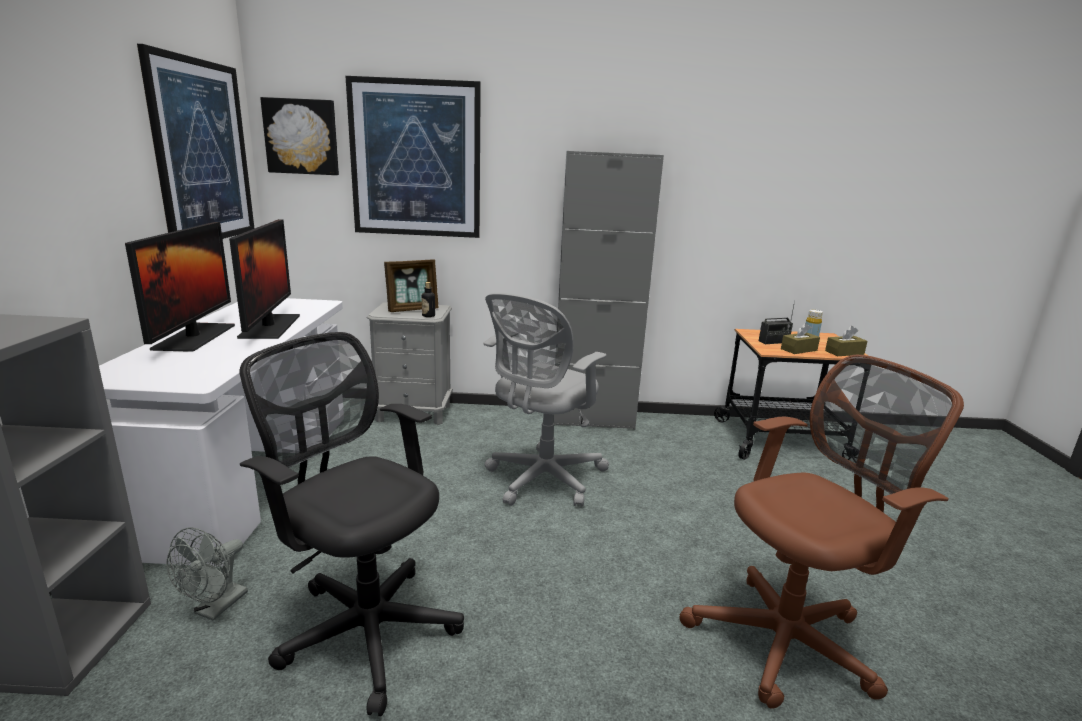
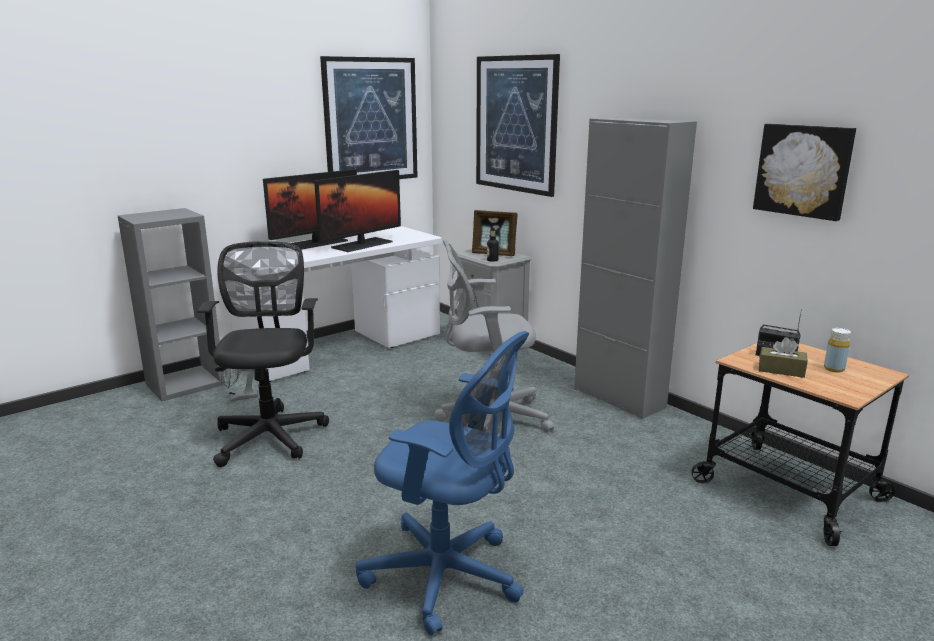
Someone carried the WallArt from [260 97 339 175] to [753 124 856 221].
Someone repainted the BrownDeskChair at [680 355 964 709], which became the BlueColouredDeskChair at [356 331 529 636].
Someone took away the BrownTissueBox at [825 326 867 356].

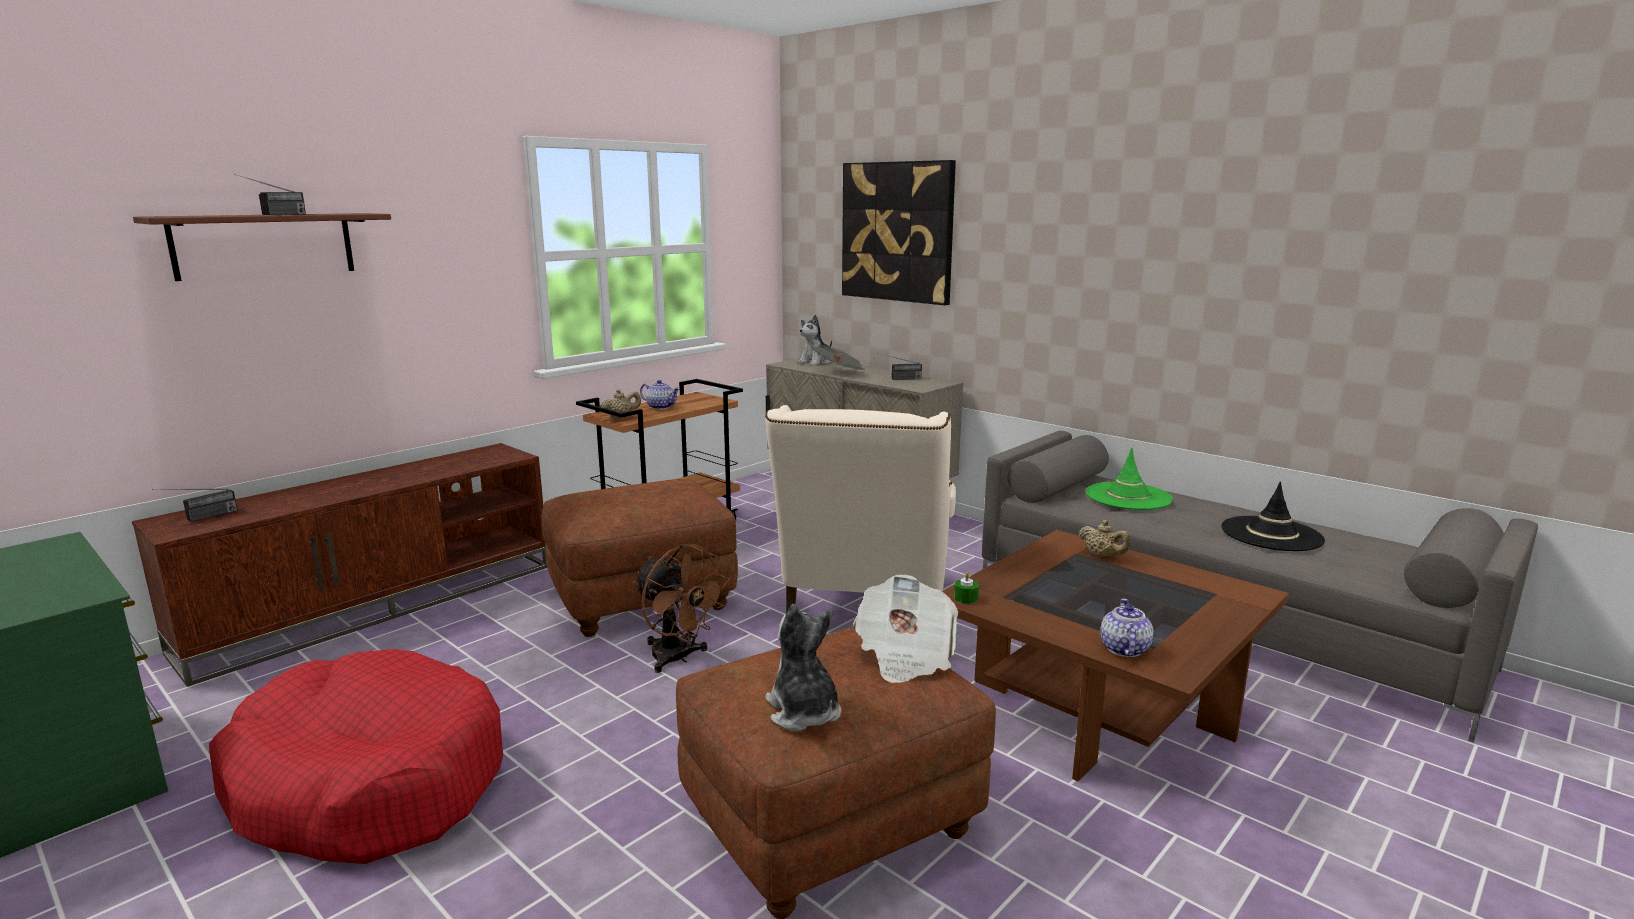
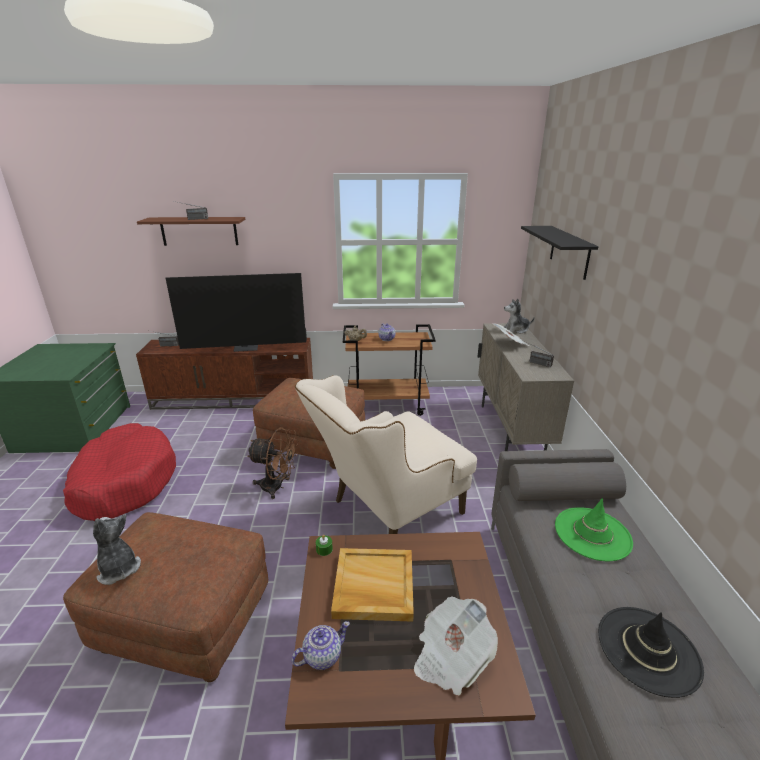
Someone rotated the BrownFan at [633 544 730 673] by 75 degrees counterclockwise.
Someone rotated the SoftToy at [765 604 842 731] by 60 degrees counterclockwise.
Someone swapped the WallArt at [842 160 956 305] for the BlackWallShelf at [521 226 598 280].
Someone carried the PrintedPaper from [853 575 958 683] to [414 597 498 696].
Someone took away the SandColouredTeaPot at [1078 520 1130 558].
Someone put down the Tv at [166 273 307 352].
Someone put down the SandColouredServingTray at [331 548 414 622].

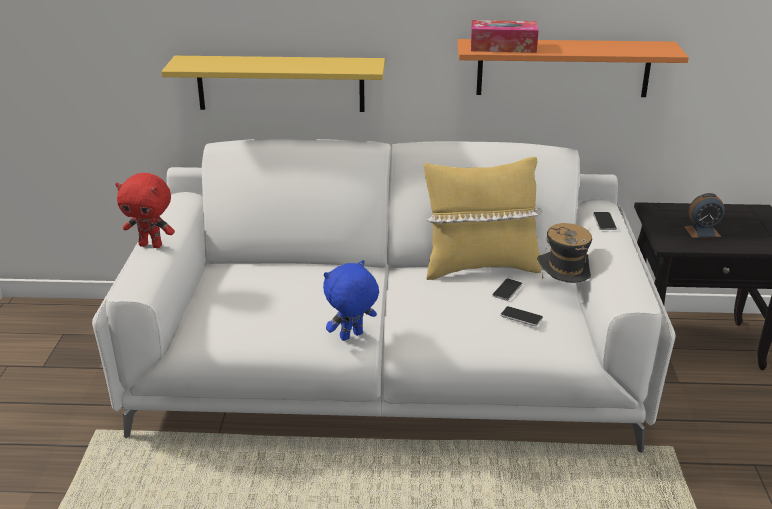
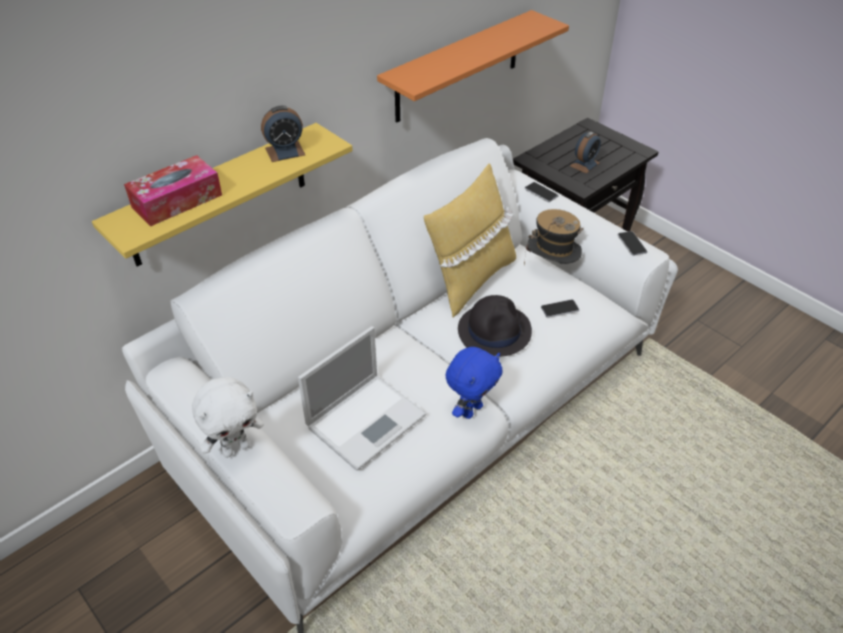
Someone repainted the RedColouredSoftToy at [115 173 175 248], which became the WhiteColouredSoftToy at [192 377 264 458].
Someone rotated the BlueColouredSoftToy at [323 260 379 341] by 150 degrees counterclockwise.
Someone carried the TissueBox from [471 20 539 53] to [124 155 222 226].
Someone carried the Phone from [492 279 523 301] to [618 231 647 256].
Someone put down the BedsideClock at [261 106 305 162].
Someone put down the NotebookComputer at [298 326 426 471].
Someone put down the BlackHat at [458 295 532 357].

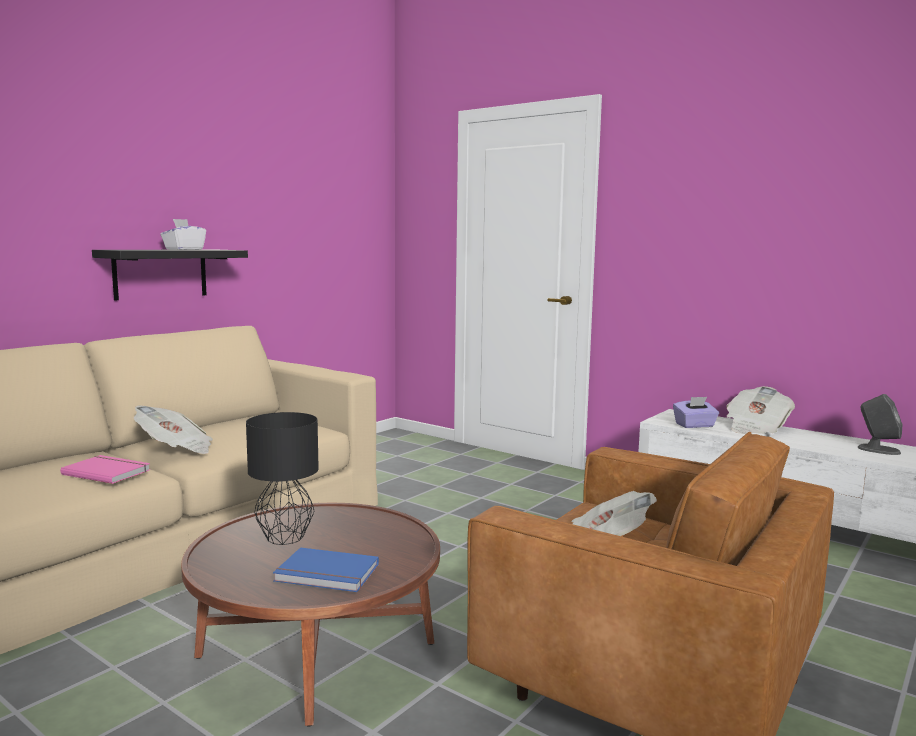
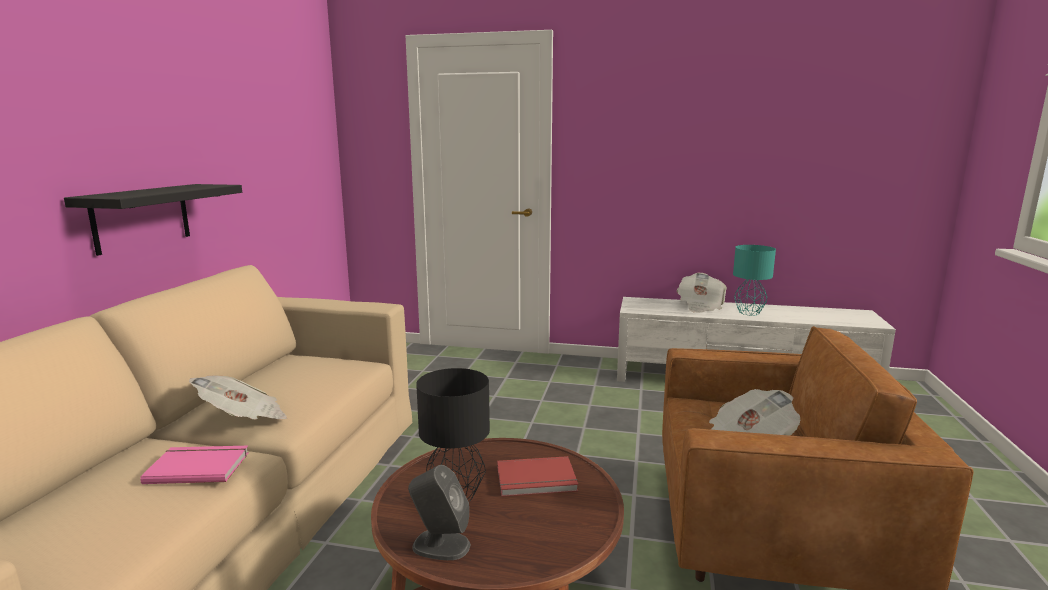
Someone took away the WhiteColouredTissueBox at [160 219 206 250].
Someone took away the BlueColouredVolume at [273 547 379 592].
Someone took away the PurplishTissueBox at [673 397 719 428].
Someone carried the GreyLoudspeaker from [858 394 902 455] to [408 465 470 560].
Someone put down the RedColouredVolume at [497 456 578 497].
Someone put down the TurquoiseColouredLampForATable at [733 245 776 316].

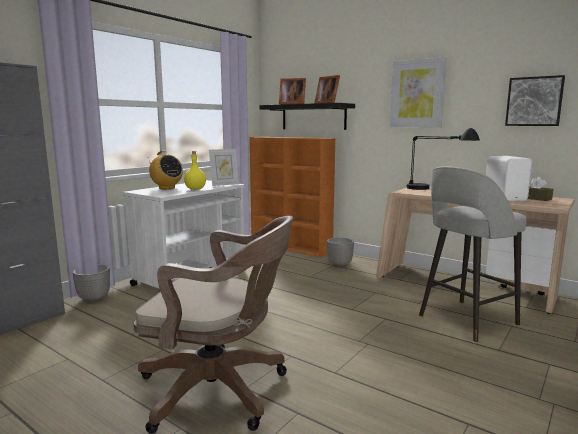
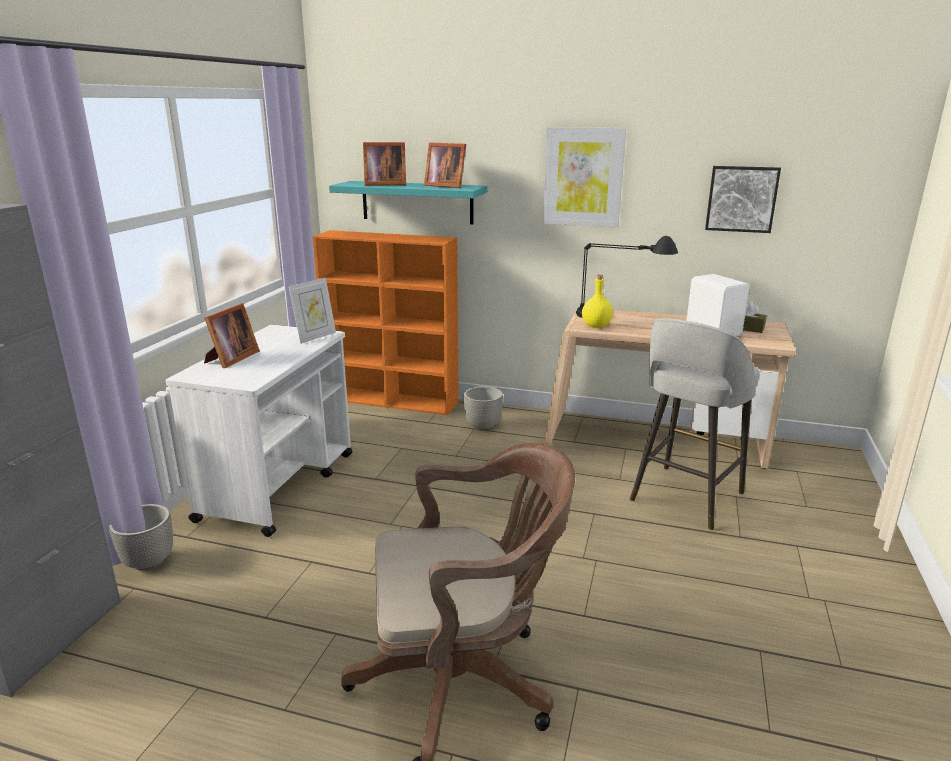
Someone swapped the Radio at [149 151 183 189] for the PictureFrame at [204 303 260 368].
Someone carried the YellowishBottle from [184 151 206 190] to [582 274 613 328].
Someone repainted the BlackWallShelf at [259 103 355 130], which became the TurquoiseColouredWallShelf at [329 181 487 224].

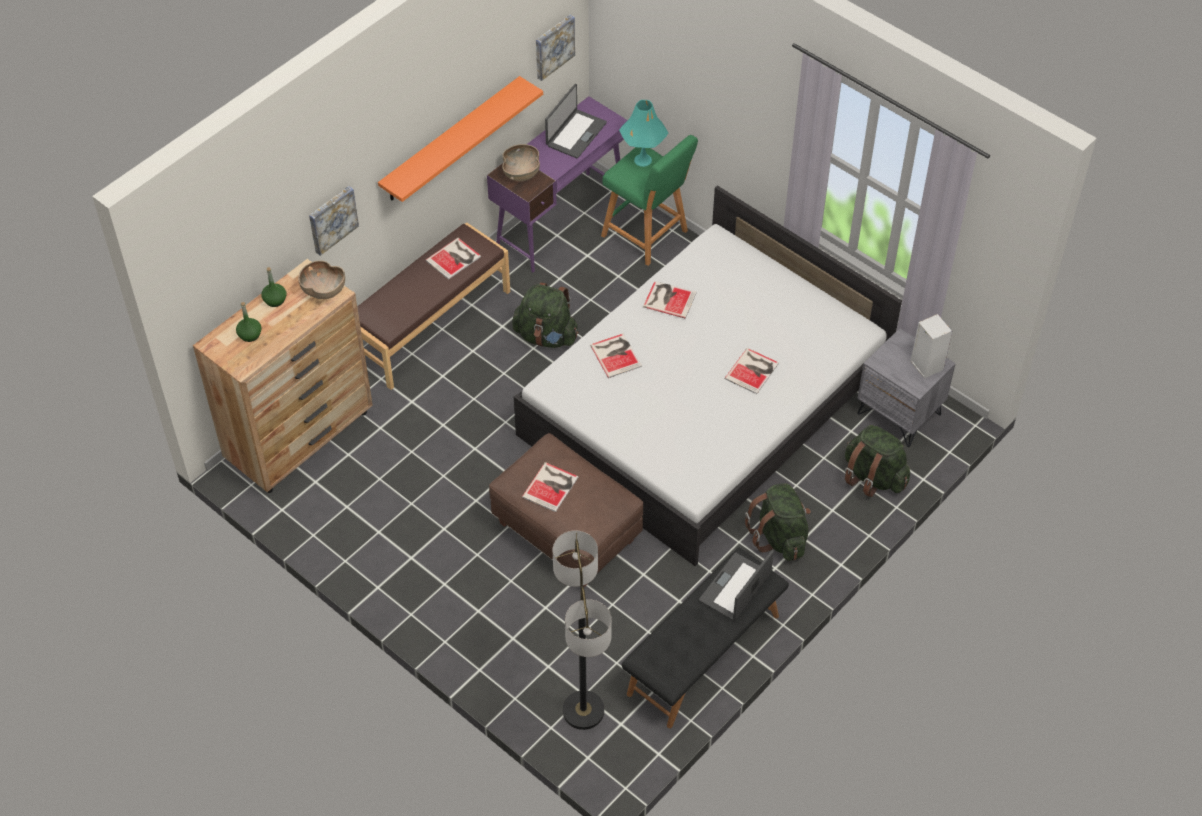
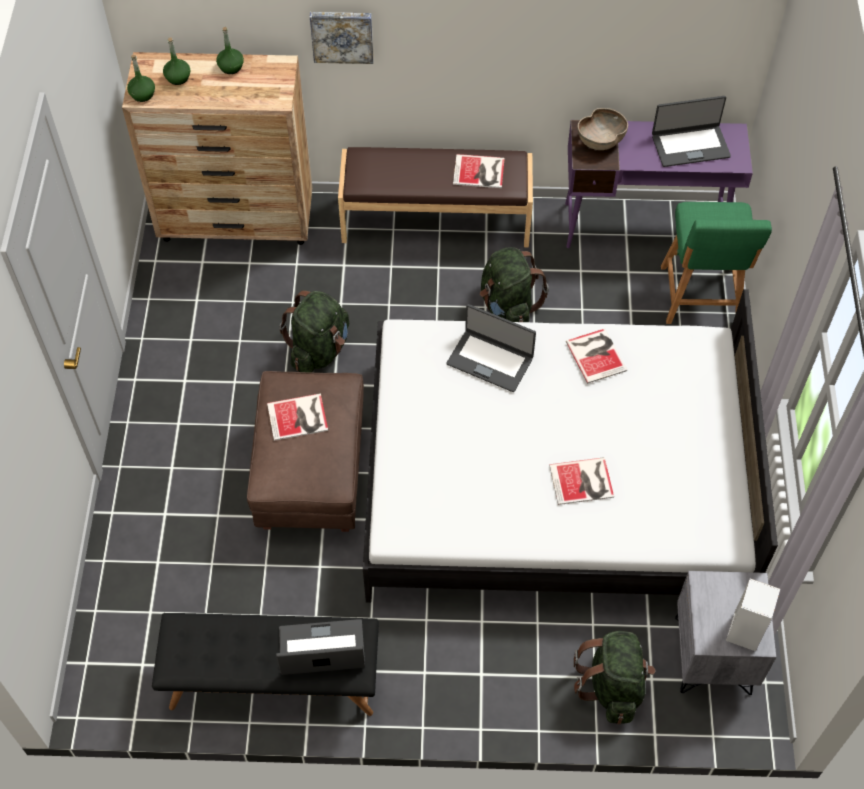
Someone took away the BrownServingBowl at [298 260 345 299].
Someone took away the OrangeyWallShelf at [378 76 543 202].
Someone took away the WallArt at [536 15 575 81].
Someone took away the FloorLamp at [553 531 612 730].
Someone swapped the Volume at [590 333 642 378] for the NotebookComputer at [446 304 536 392].
Someone took away the TurquoiseColouredLampForATable at [619 100 668 167].
Someone carried the GreenColouredBackpack from [745 483 811 561] to [279 290 349 373].
Someone put down the GreenColouredBottle at [127 55 155 102].

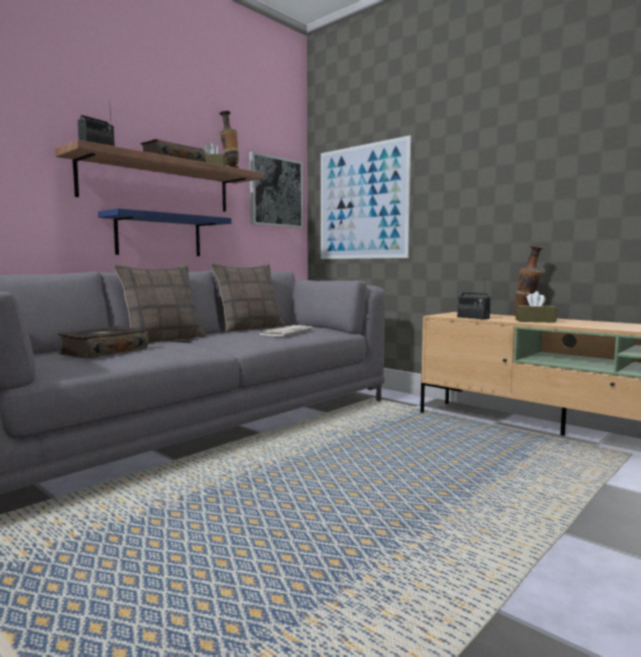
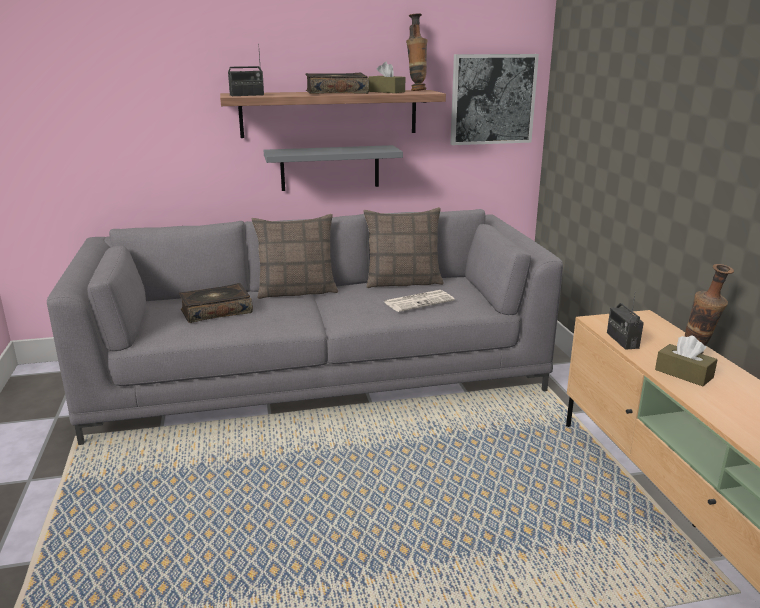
Someone repainted the BlueColouredWallShelf at [98 208 232 256], which became the GreyWallShelf at [264 145 403 191].
Someone took away the WallArt at [321 135 411 259].

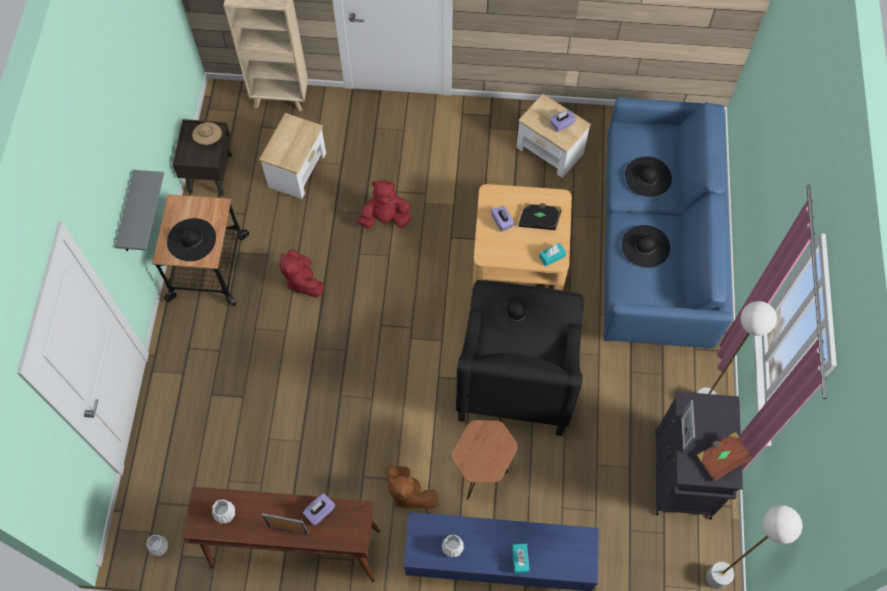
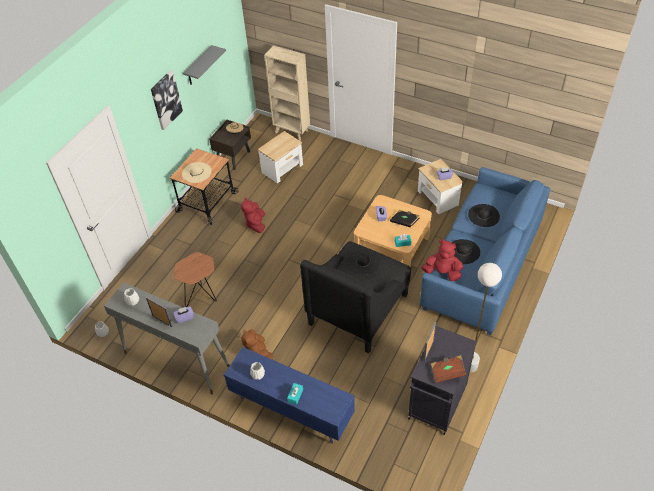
Someone carried the GreyWallShelf from [115 170 164 251] to [183 45 226 85].
Someone repainted the BlackHat at [167 218 216 261], which became the SandColouredHat at [182 162 212 183].
Someone repainted the BrownHallTable at [183 486 380 582], which became the GreyHallTable at [104 283 230 394].
Someone carried the RedColouredSoftToy from [357 180 412 228] to [421 239 463 281].
Someone carried the BrownSideTable from [452 420 517 500] to [174 252 217 307].
Someone took away the WhiteColouredFloorLamp at [706 505 803 589].
Someone put up the WallArt at [151 70 183 130].

